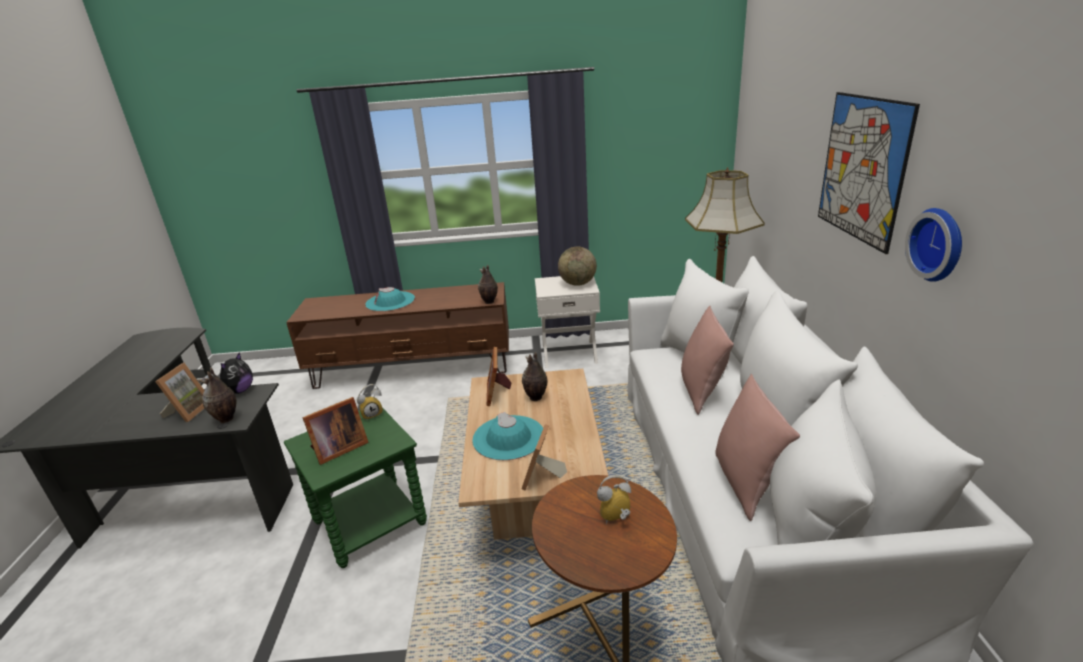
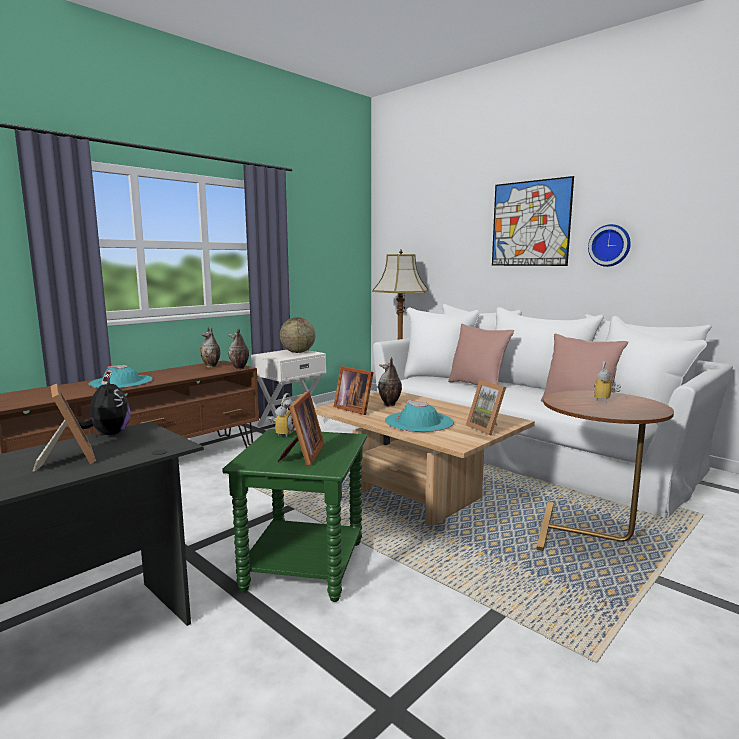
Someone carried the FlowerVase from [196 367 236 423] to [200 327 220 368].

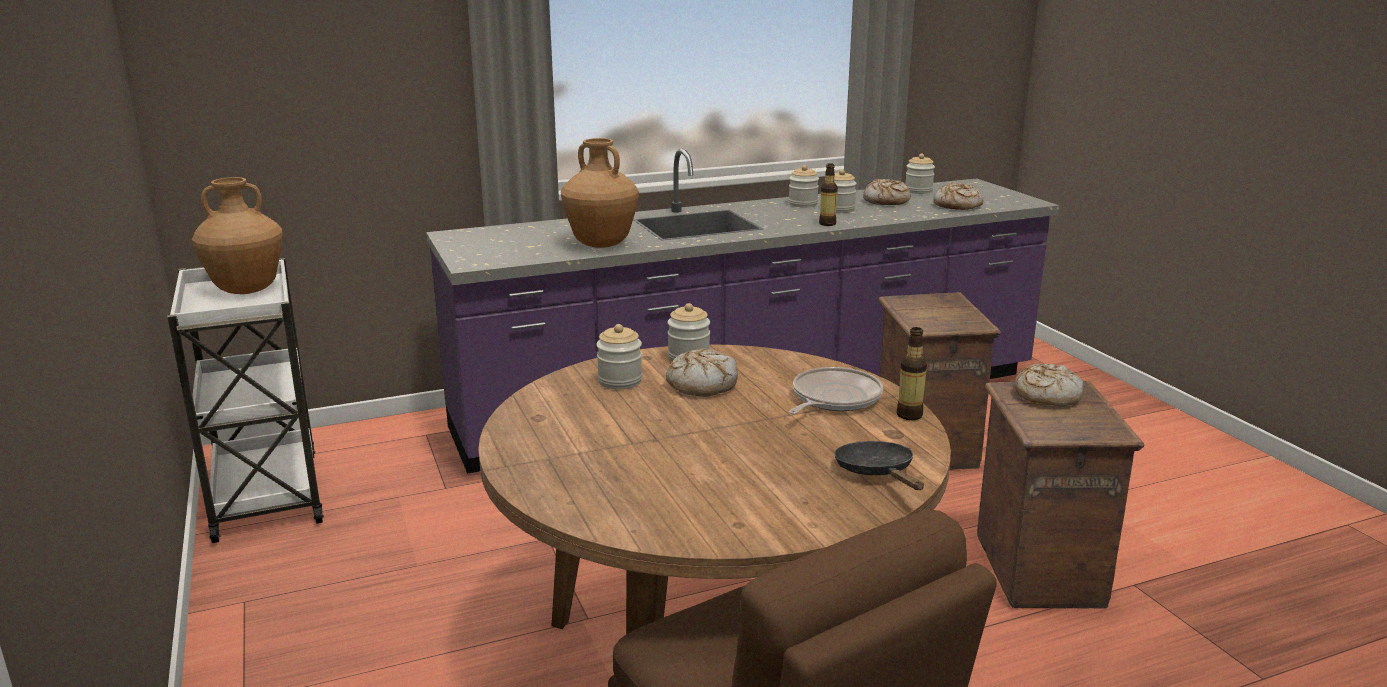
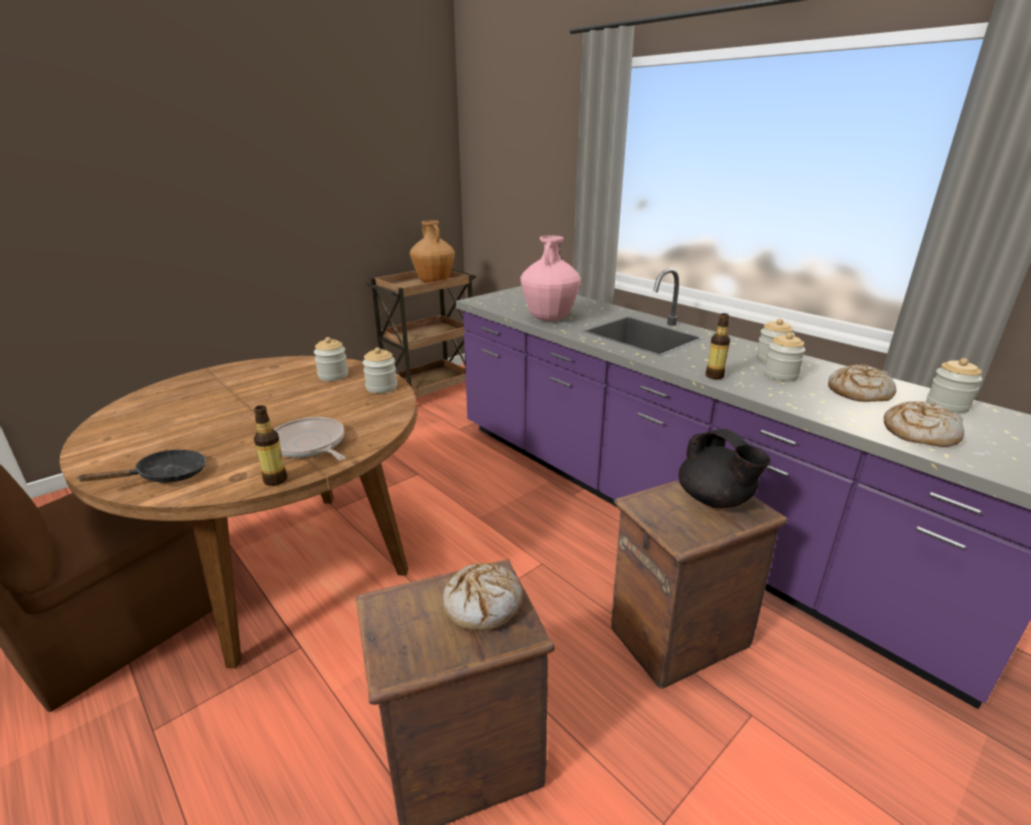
Someone repainted the WhiteColouredWheeledCart at [167 258 324 543], which became the BrownWheeledCart at [366 269 476 398].
Someone repainted the BrownFlowerVase at [561 138 639 248], which became the PinkishFlowerVase at [520 236 581 321].
Someone took away the BakedBread at [666 349 738 397].
Someone rotated the FryingPan at [789 367 883 414] by 150 degrees counterclockwise.
Someone put down the BlackTeaPot at [679 429 771 508].

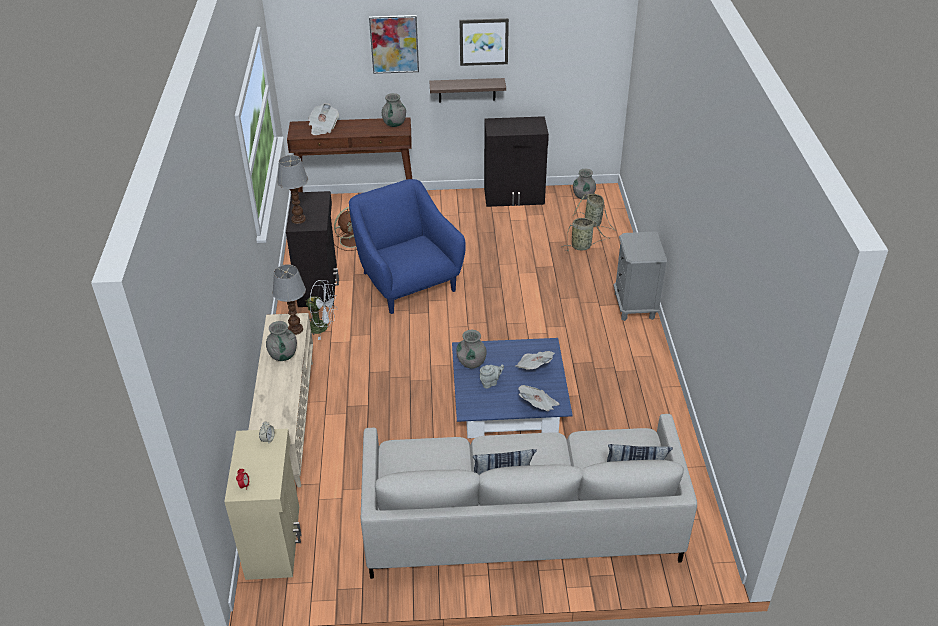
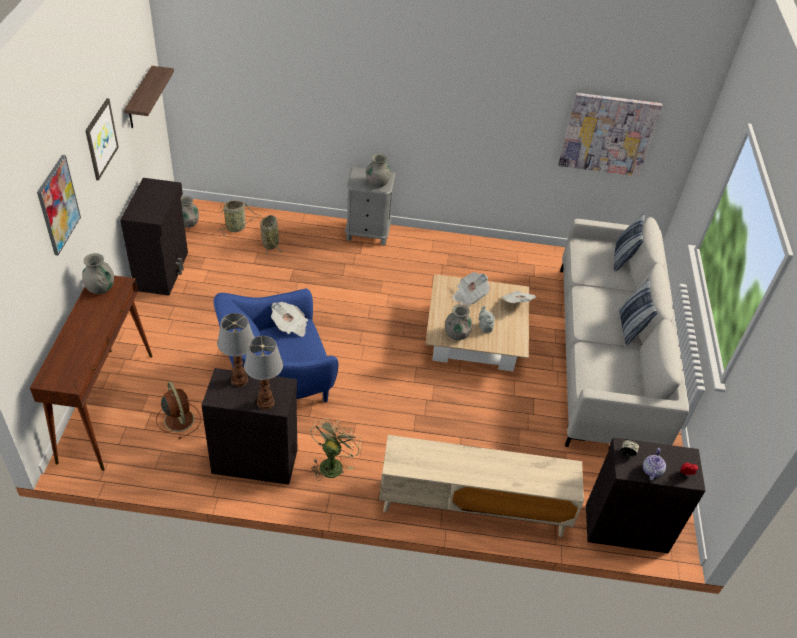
Someone repainted the SandColouredStorageCabinet at [224 428 302 580], which became the BlackStorageCabinet at [586 437 705 553].
Someone carried the GreyFlowerVase from [266 321 297 361] to [366 153 391 187].
Someone carried the LampForATable from [272 264 306 335] to [217 313 255 387].
Someone repainted the WhiteColouredFan at [306 280 337 340], which became the GreenColouredFan at [310 418 362 481].
Someone carried the PrintedPaper from [308 103 339 135] to [271 302 308 337].
Someone carried the WallShelf from [429 78 506 102] to [124 66 174 128].
Someone repainted the BlueColouredLoungeTable at [452 338 573 439], which became the SandColouredLoungeTable at [425 274 529 371].
Someone put up the WallArt at [559 93 662 176].
Someone put down the TeaPot at [643 448 666 481].

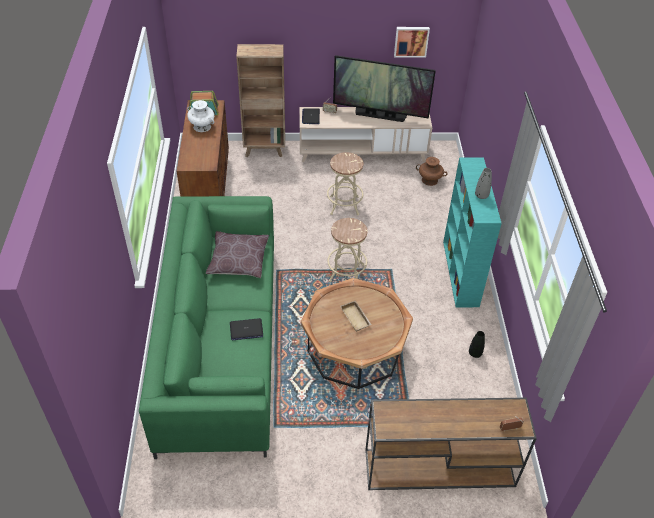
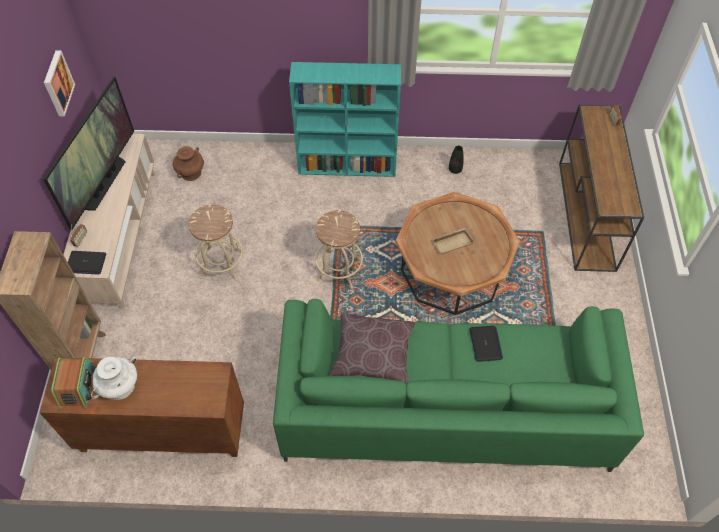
Someone took away the GreyFlowerVase at [475 168 492 199].

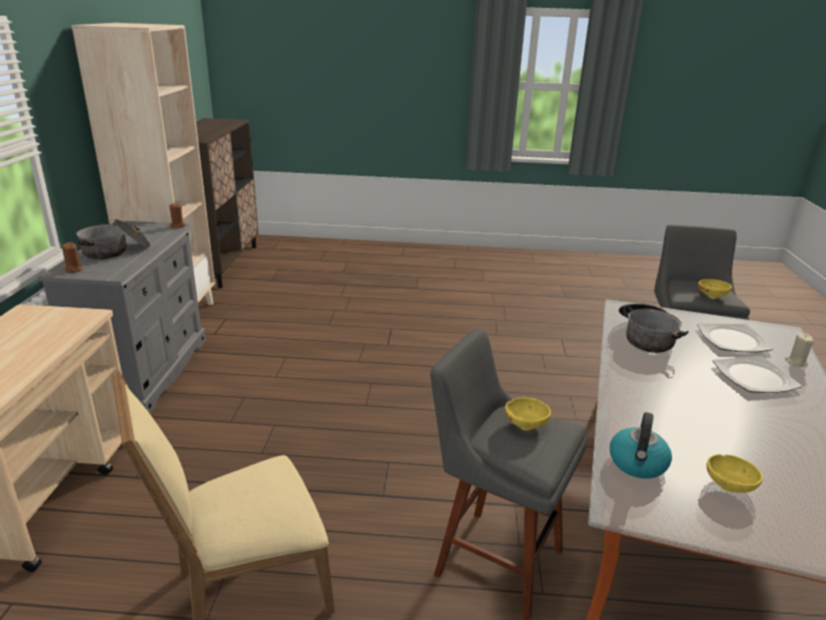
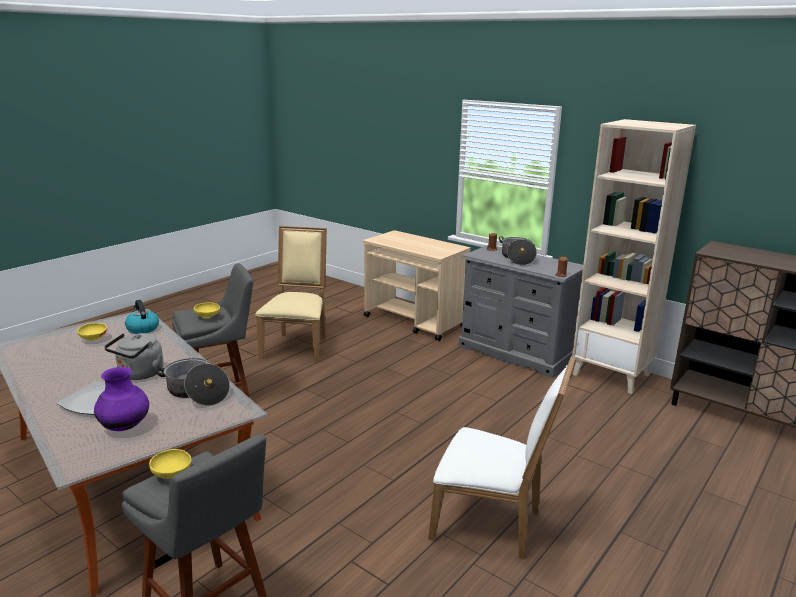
Someone swapped the FlatDish at [697 323 773 352] for the PurplishFlowerVase at [94 367 149 431].
Someone took away the SandColouredWaxLight at [785 333 814 367].
Someone put down the GreyWaterKettle at [104 333 163 380].
Someone put down the WhiteColouredPlainChair at [428 356 576 559].

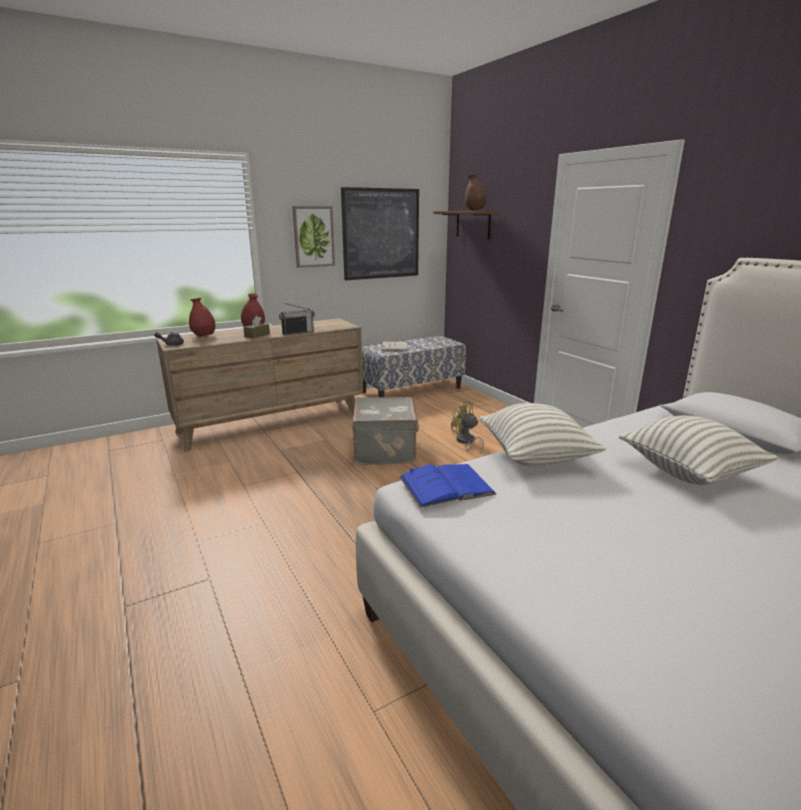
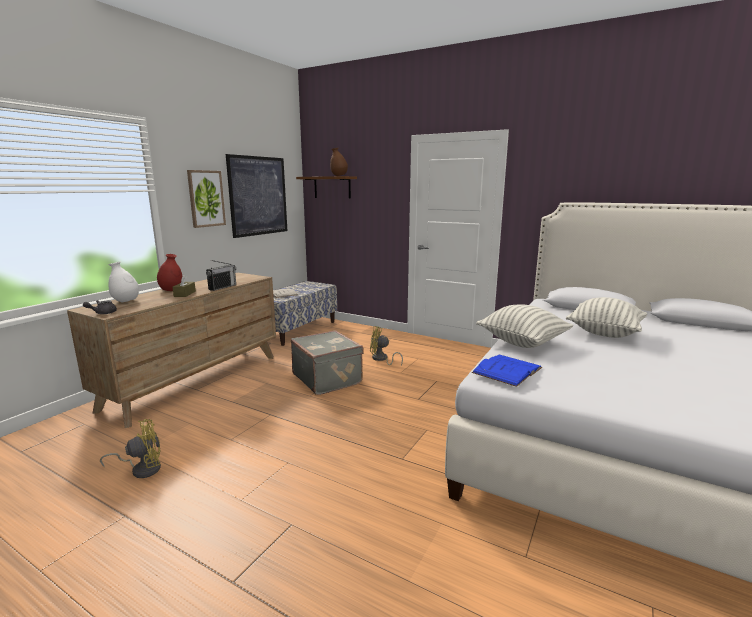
Someone repainted the RedColouredFlowerVase at [189 298 215 337], which became the WhiteColouredFlowerVase at [108 262 139 303].
Someone put down the YellowishFan at [100 419 161 478].

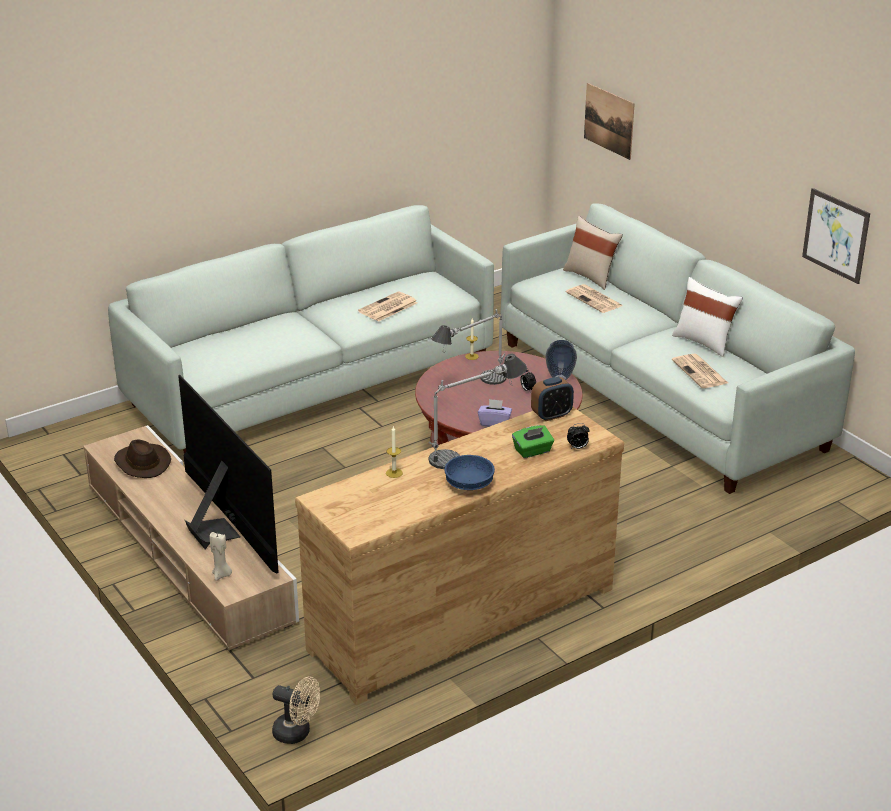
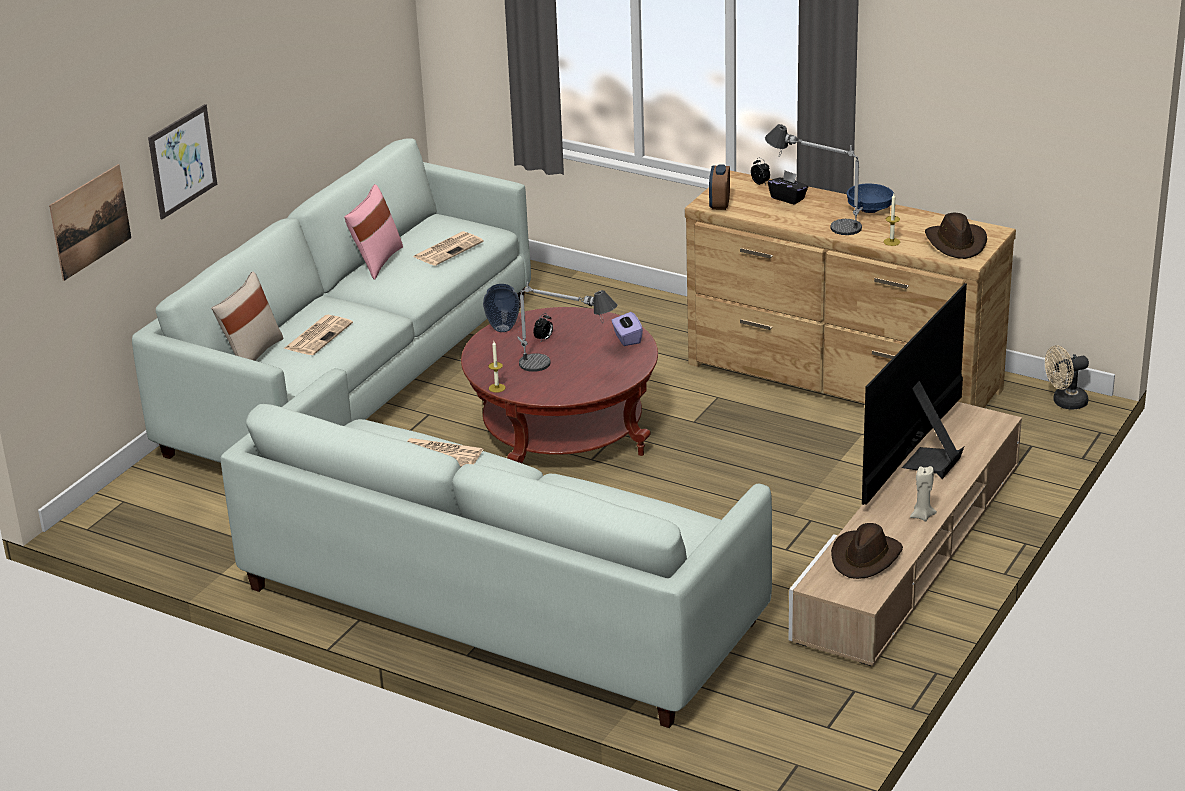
Someone carried the SandColouredWaxLight from [210 532 232 581] to [910 466 937 521].
Someone rotated the SandColouredFan at [272 677 320 744] by 105 degrees counterclockwise.
Someone repainted the GreenColouredTissueBox at [512 425 554 458], which became the BlackTissueBox at [768 171 808 205].
Someone rotated the BedsideClock at [531 377 574 421] by 120 degrees counterclockwise.
Someone repainted the WhiteColouredPillow at [672 277 743 357], which became the PinkishPillow at [344 184 403 280].
Someone carried the WallArt from [802 188 870 284] to [148 104 217 220].
Someone put down the BrownHat at [925 213 987 259].

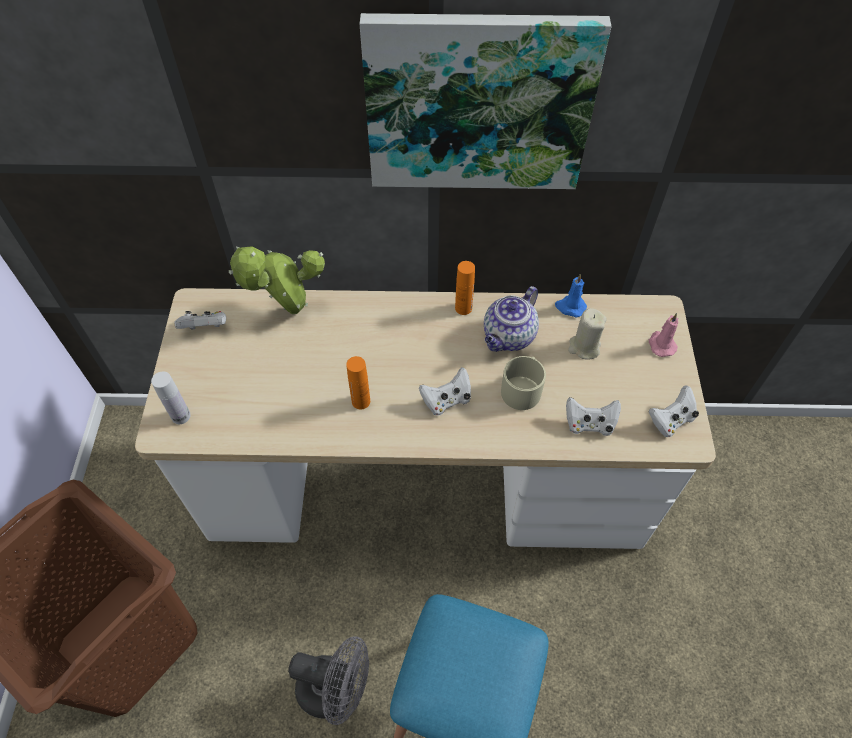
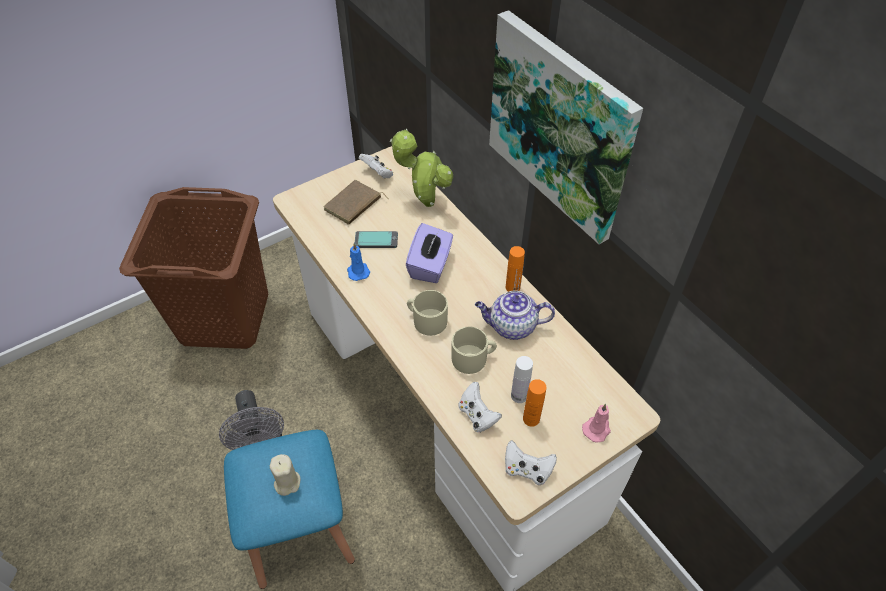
Someone carried the WhiteColouredBottle from [151 372 191 424] to [511 356 533 403].
Someone carried the OrangeyBottle from [346 356 370 410] to [523 379 546 427].
Someone swapped the WhiteColouredGameController at [419 367 471 416] for the SandColouredTeaMug at [407 290 448 336].
Someone carried the BlueColouredWaxLight from [555 274 587 317] to [347 243 370 281].
Someone carried the SandColouredWaxLight from [568 308 607 360] to [270 454 300 496].
Someone put down the BrownVolume at [324 180 389 225].
Someone put down the Phone at [355 231 398 248].
Someone put down the PurplishTissueBox at [406 223 453 283].

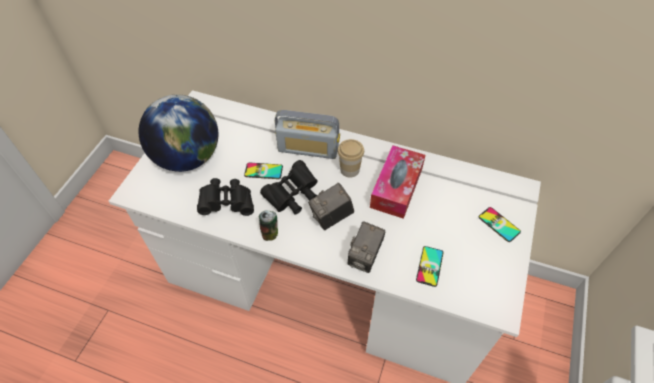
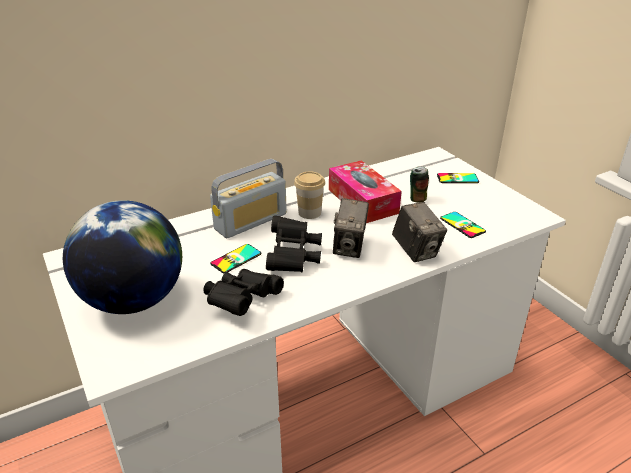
Someone carried the Can from [259 210 278 241] to [410 166 429 203].

